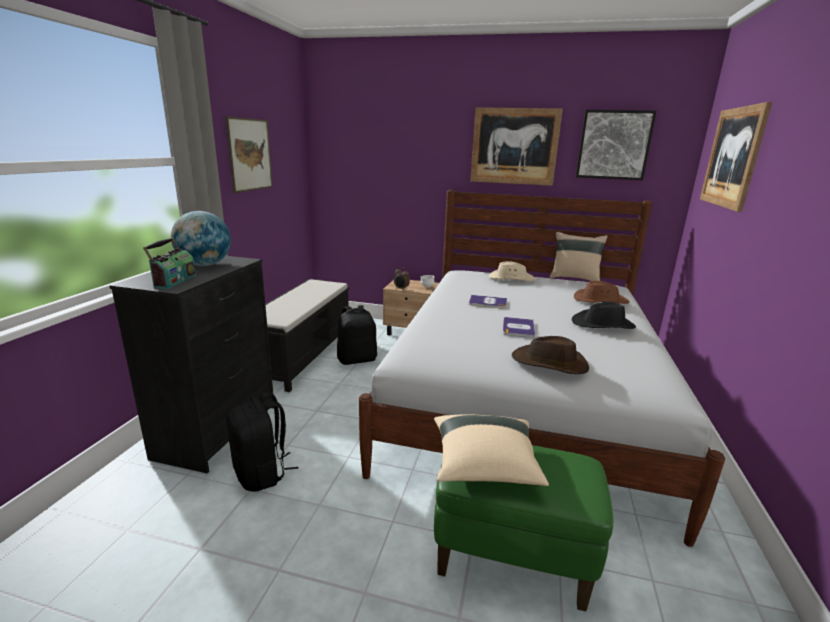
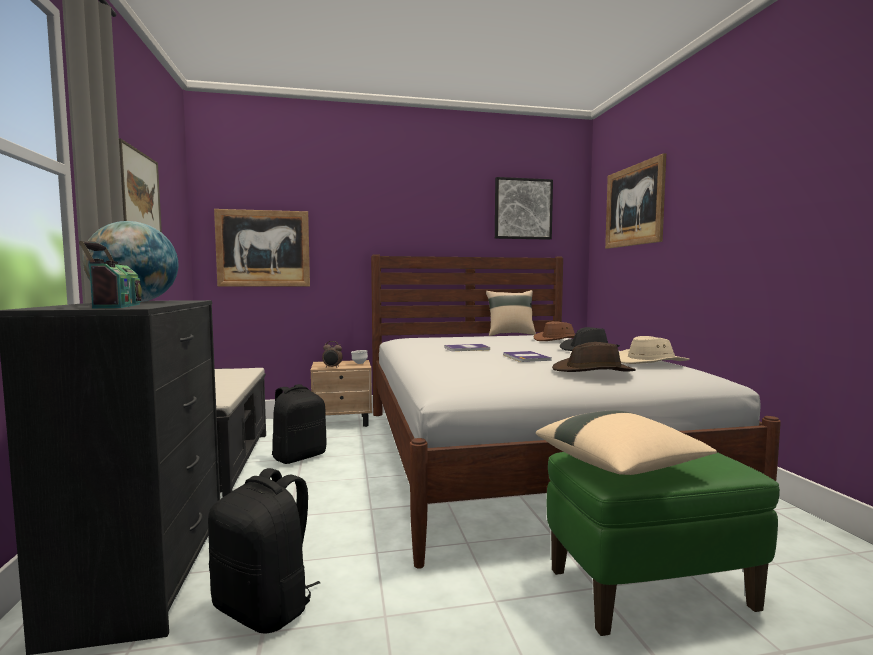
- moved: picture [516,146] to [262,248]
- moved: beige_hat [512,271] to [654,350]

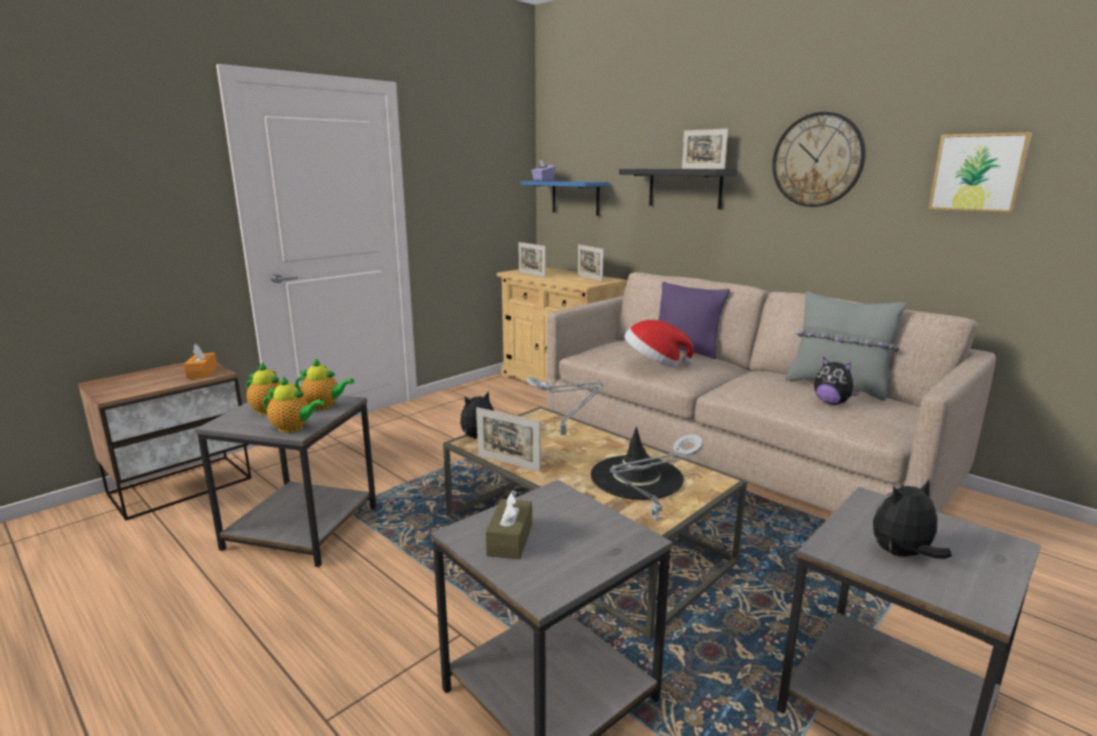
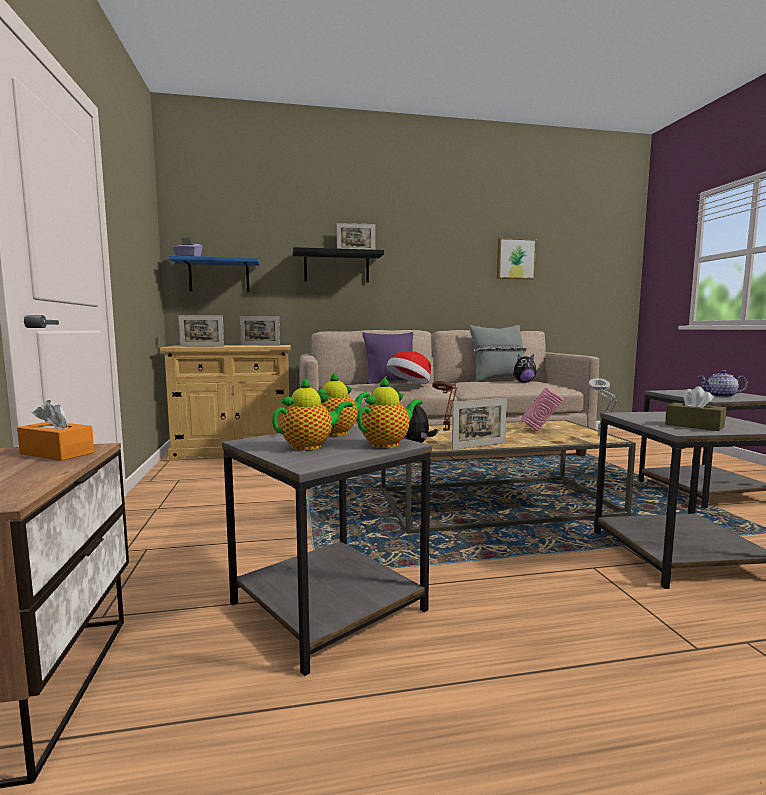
- removed: wall_clock [818,159]
- replaced: black_hat [637,463] to pink_vase [542,409]
- replaced: plush_toy [912,519] to teapot [722,384]
- recoloured: grey_table_lamp [565,406] to brown_table_lamp [444,406]

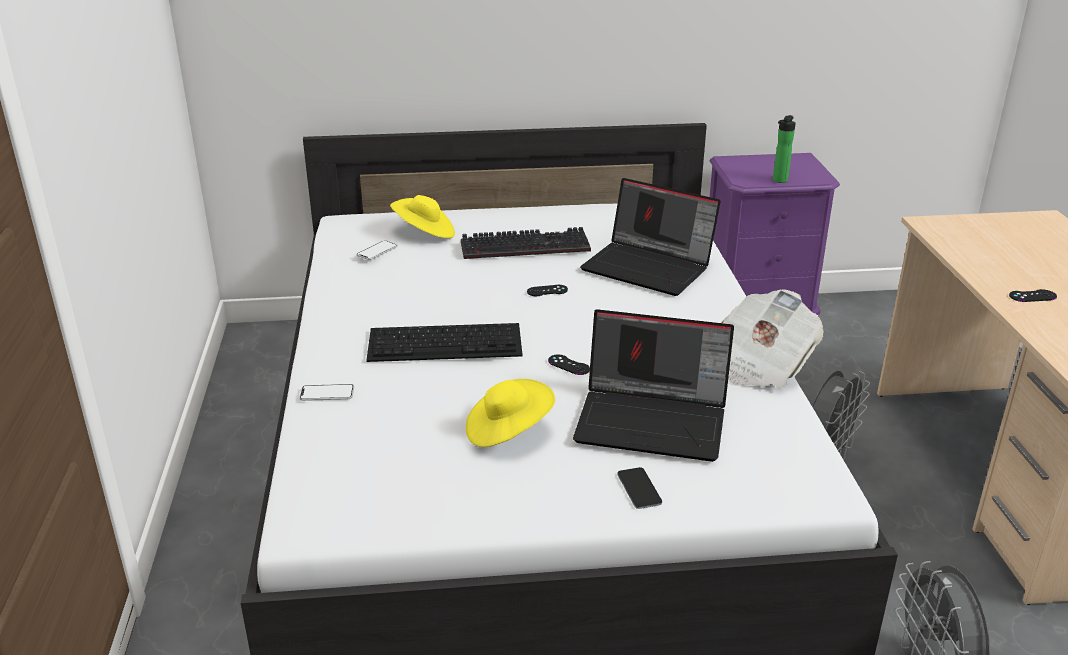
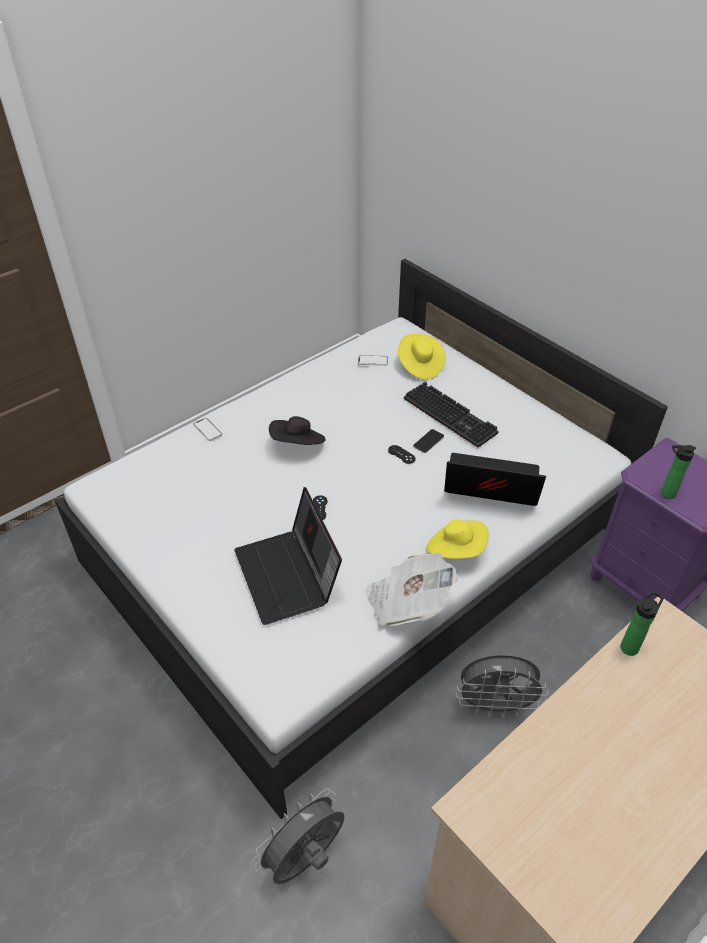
- removed: black_game_controller [1033,295]
- added: bottle [642,623]
- moved: yellow_hat [510,413] to [458,539]
- moved: phone [639,488] to [428,441]
- replaced: keyboard [444,342] to black_hat [297,430]
- turned: laptop [650,237] = [495,479] 105 degrees clockwise

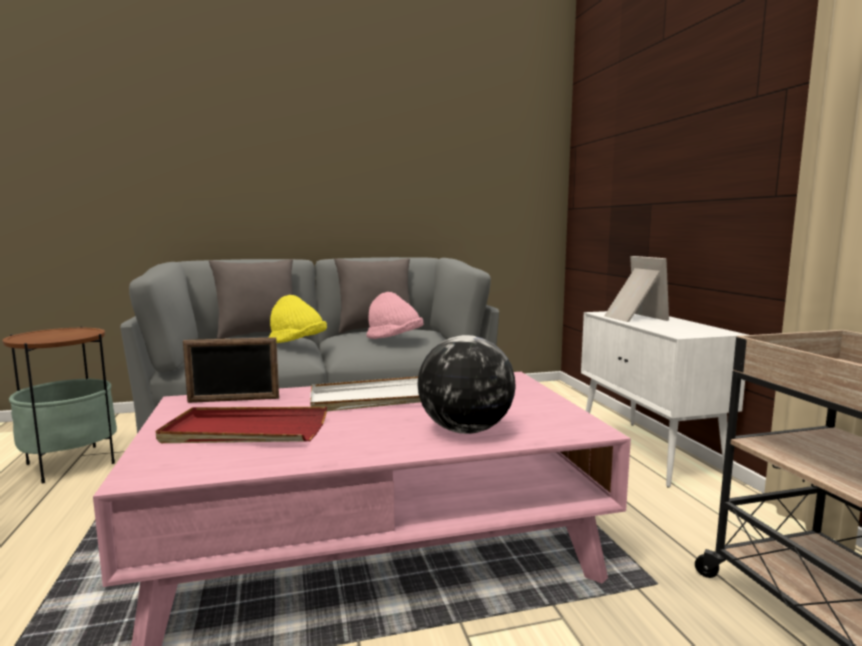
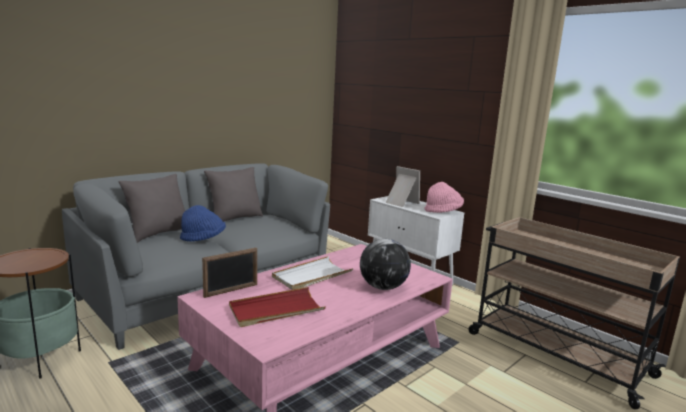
- moved: pink_hat [395,315] to [444,197]
- recoloured: yellow_hat [298,319] to blue_hat [203,223]

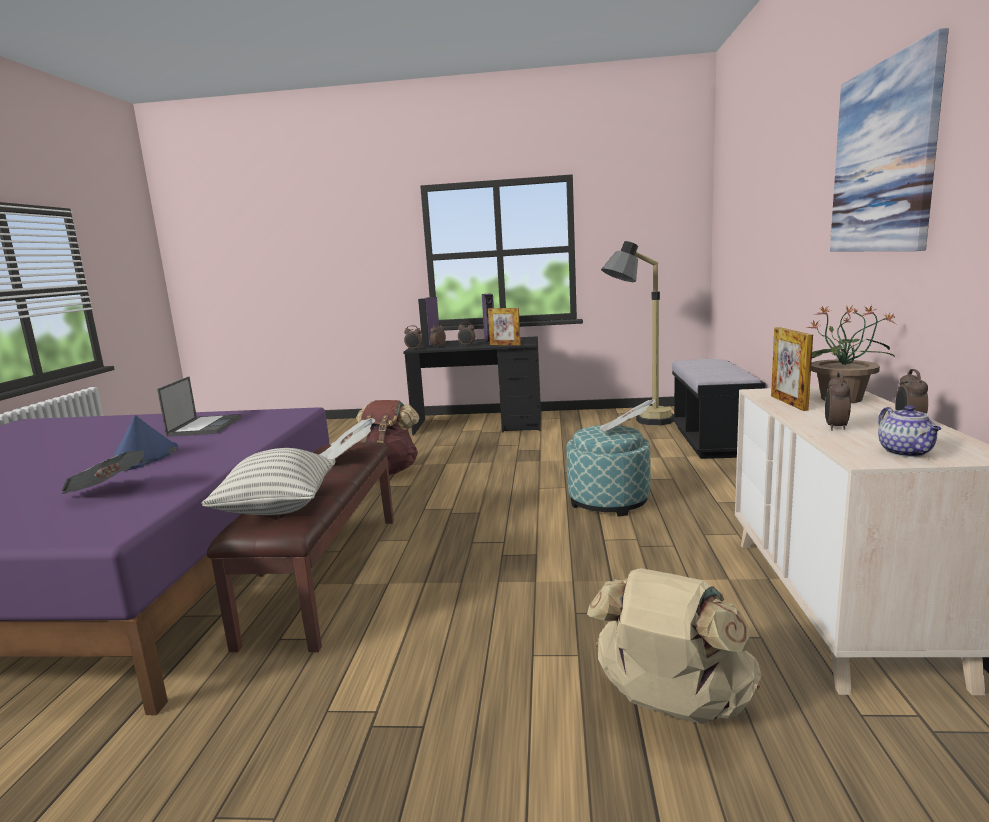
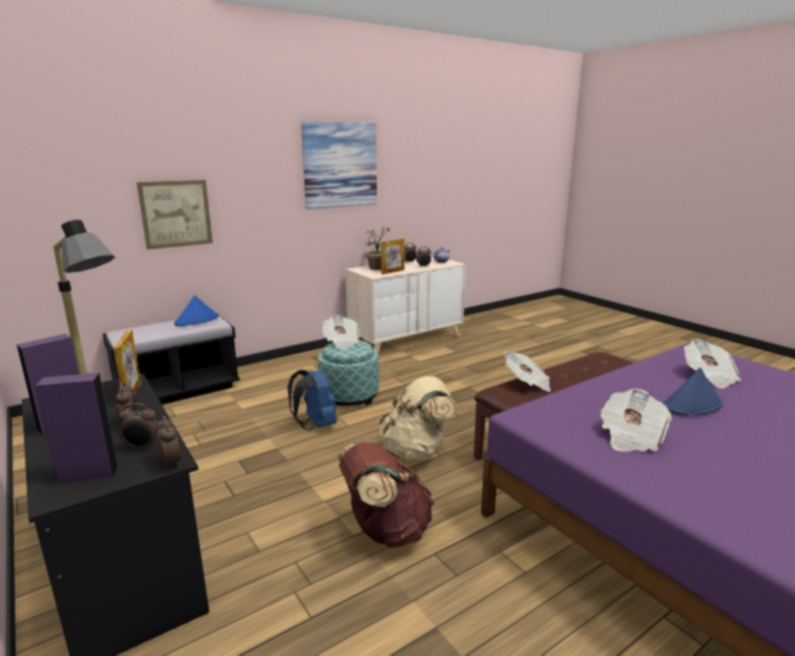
- removed: pillow [268,481]
- added: picture [175,215]
- added: blue_hat [196,310]
- added: blue_backpack [312,399]
- moved: beige_backpack [674,646] to [416,418]
- replaced: laptop [199,406] to newspaper [636,420]

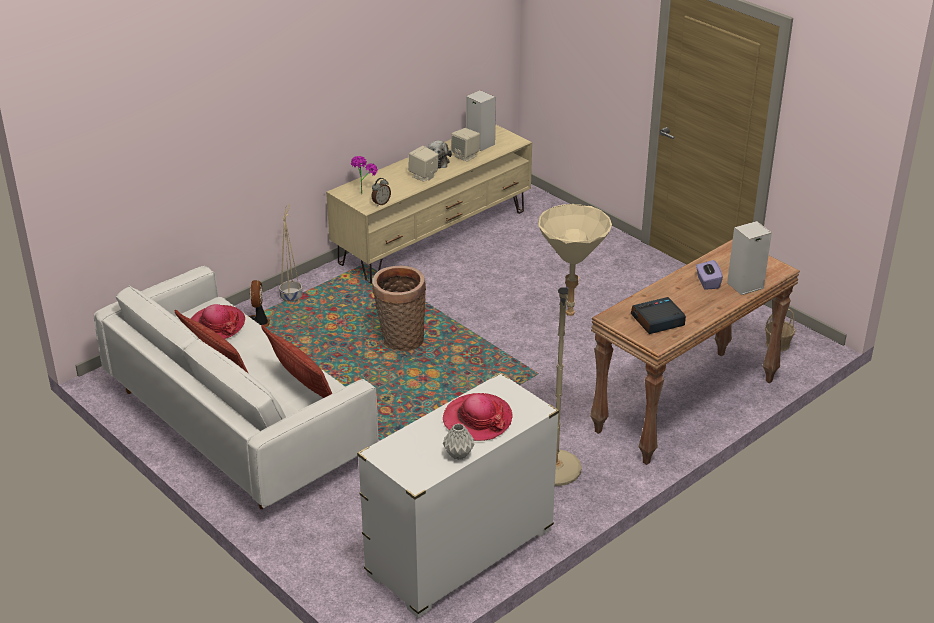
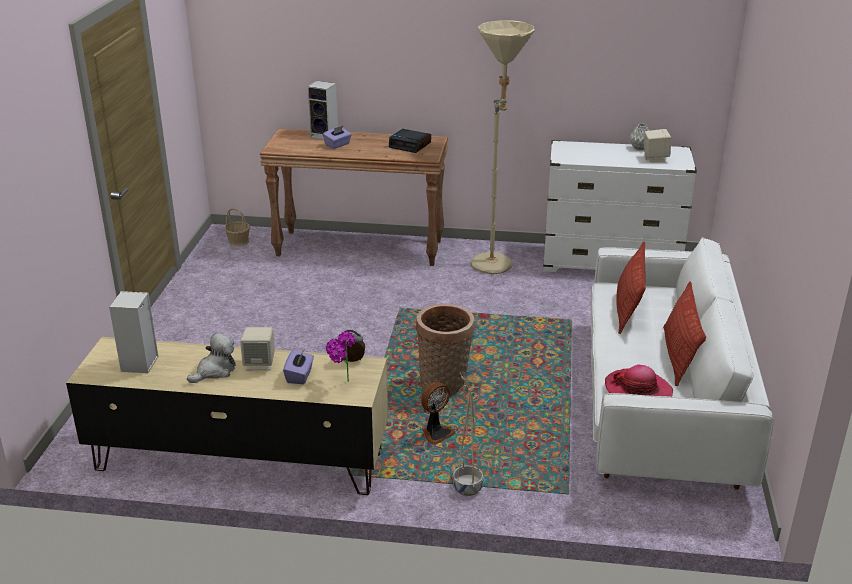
- removed: hat [478,417]
- added: purple_tissue_box [298,367]
- moved: fan [259,303] to [438,413]
- moved: beige_speaker [465,145] to [657,145]

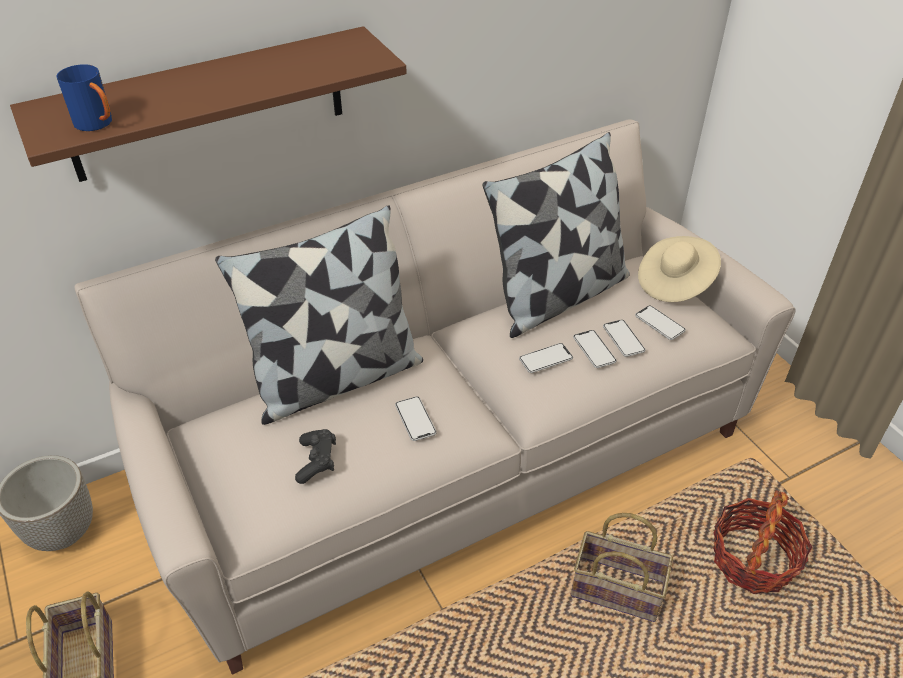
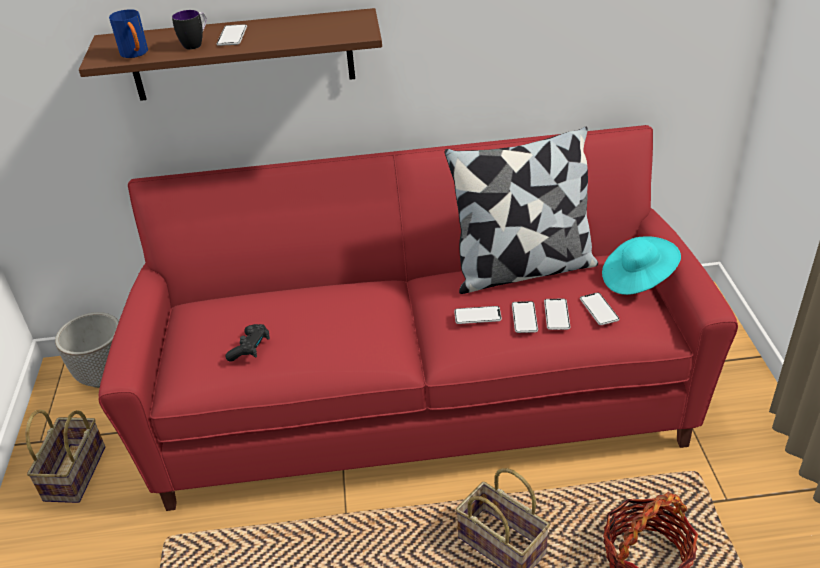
- removed: pillow [319,315]
- added: mug [189,30]
- moved: phone [416,418] to [232,35]
- recoloured: beige_sofa [435,397] to red_sofa [418,318]
- recoloured: beige_hat [679,269] to turquoise_hat [641,265]

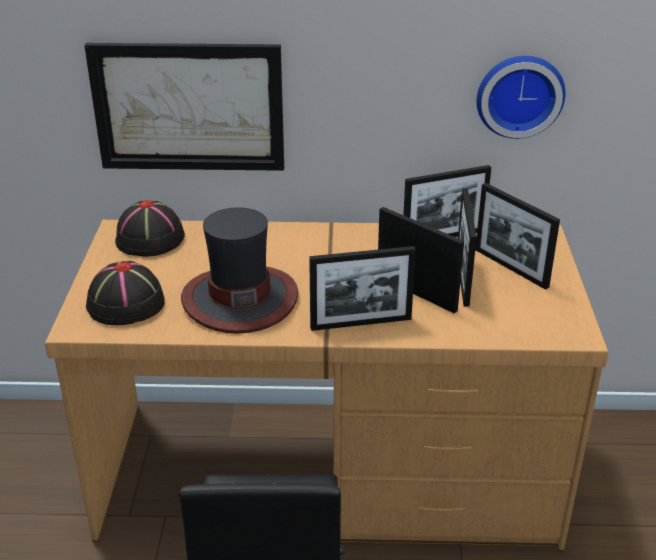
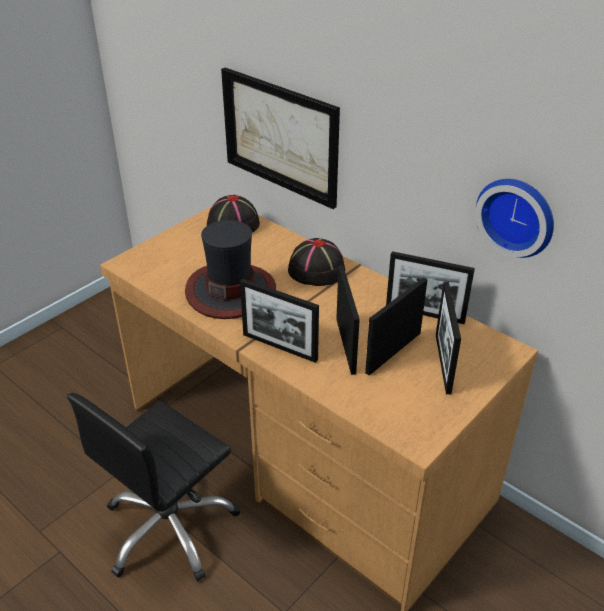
- moved: black_hat [125,293] to [316,262]

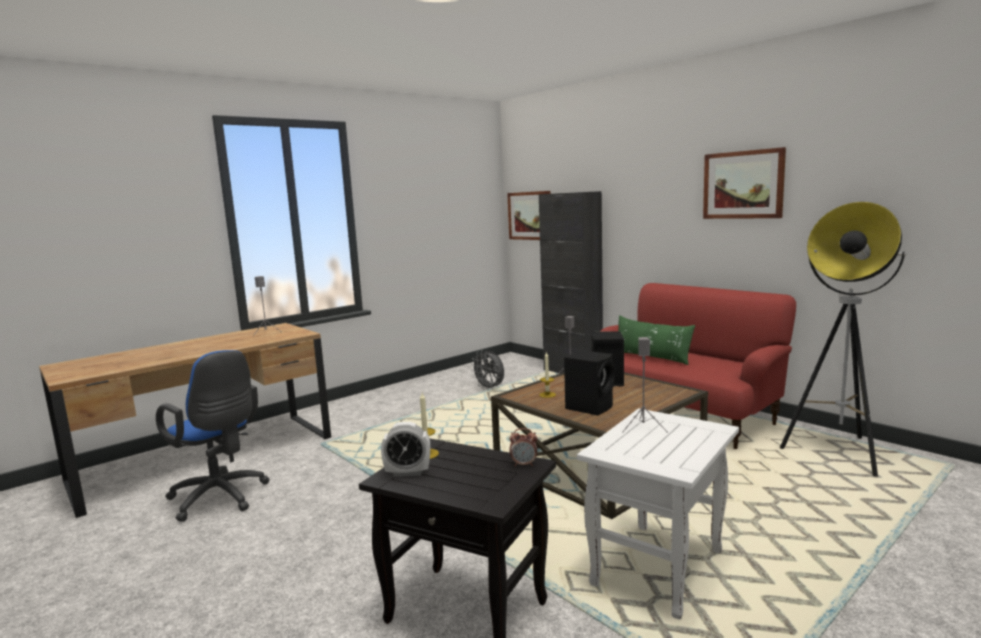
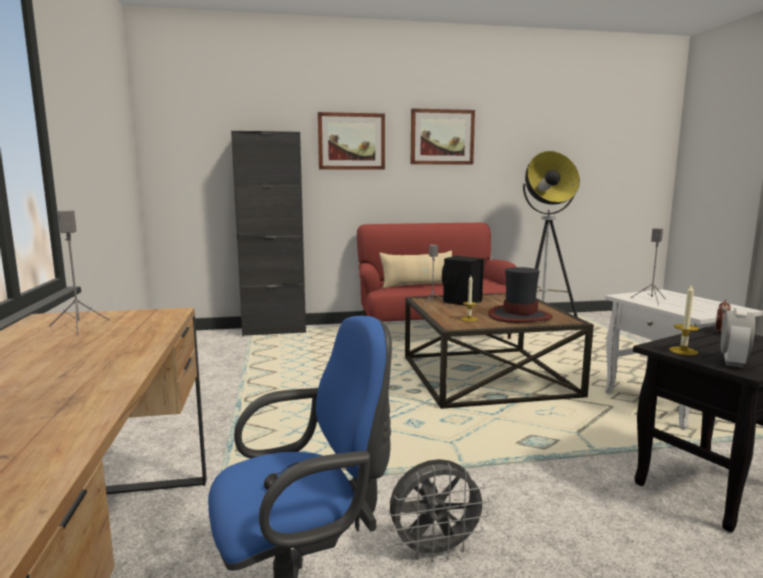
- moved: grey_fan [487,370] to [439,510]
- moved: picture [529,215] to [351,141]
- replaced: black_speaker [589,383] to hat [520,295]
- recoloured: green_pillow [656,340] to beige_pillow [415,269]

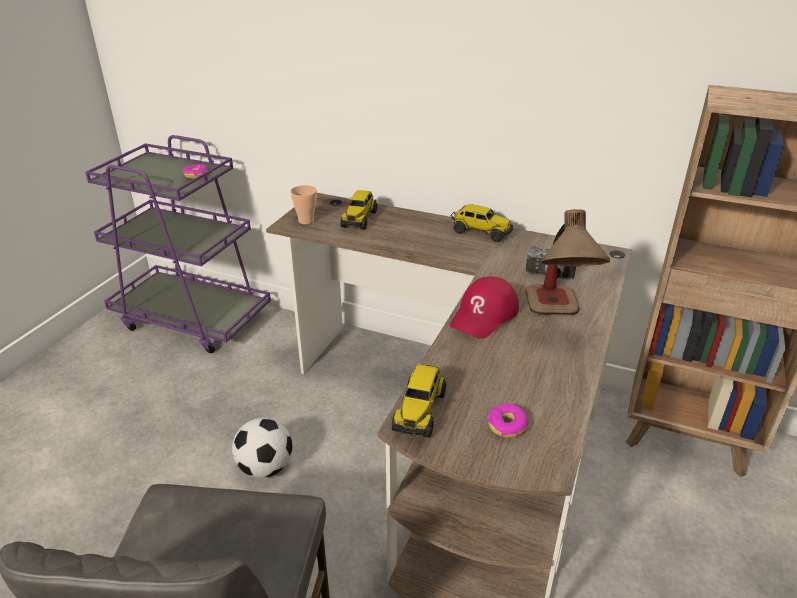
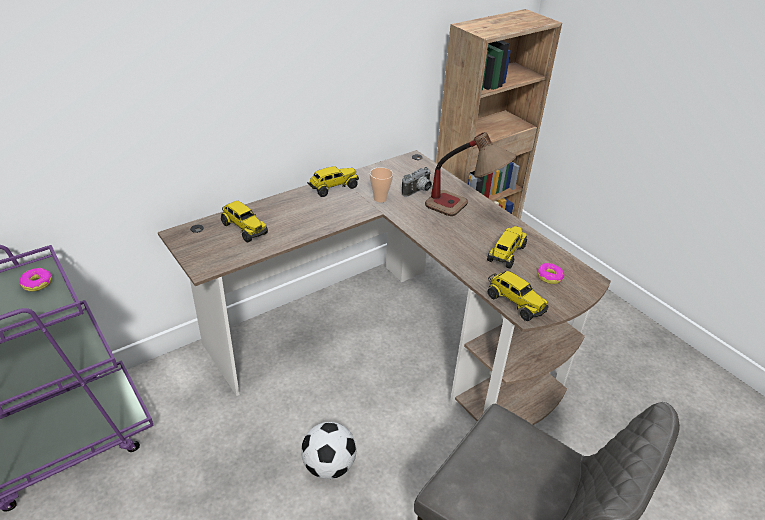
- removed: red_cap [484,307]
- added: toy_truck [507,247]
- moved: cup [303,204] to [381,184]

